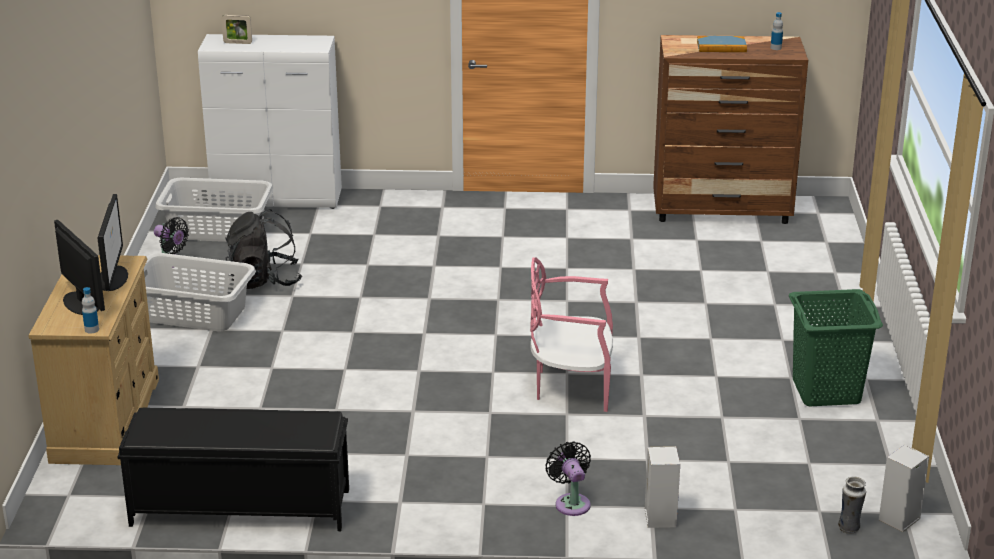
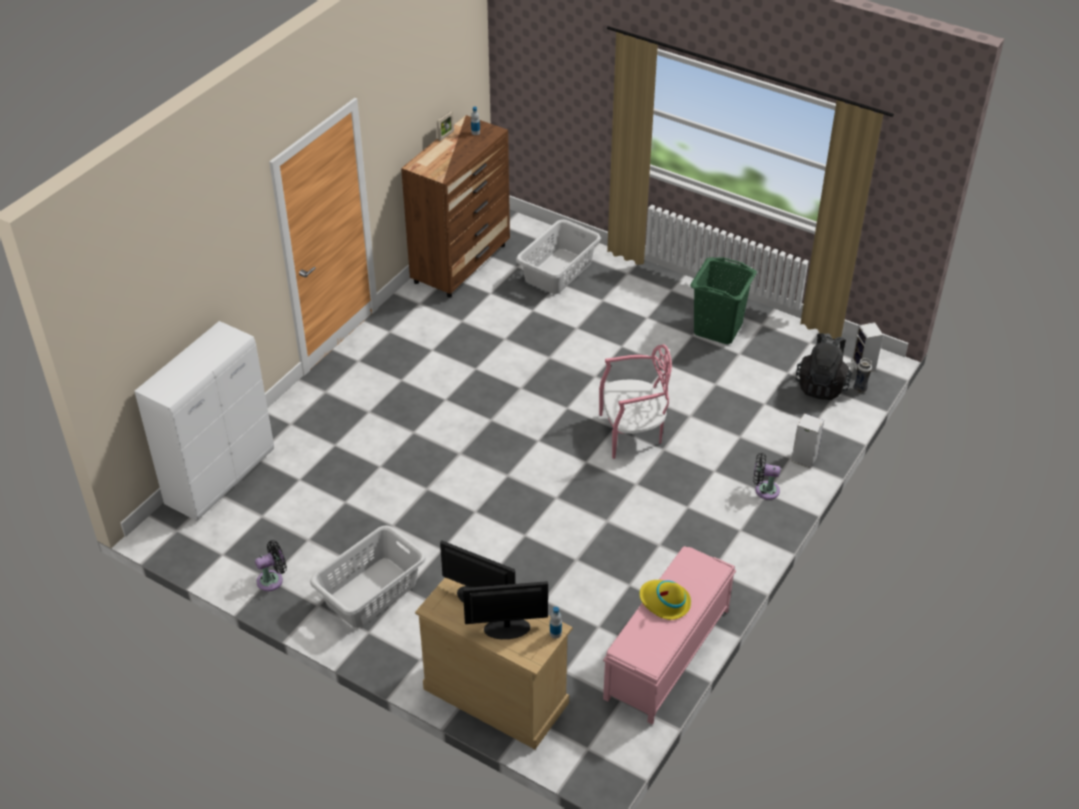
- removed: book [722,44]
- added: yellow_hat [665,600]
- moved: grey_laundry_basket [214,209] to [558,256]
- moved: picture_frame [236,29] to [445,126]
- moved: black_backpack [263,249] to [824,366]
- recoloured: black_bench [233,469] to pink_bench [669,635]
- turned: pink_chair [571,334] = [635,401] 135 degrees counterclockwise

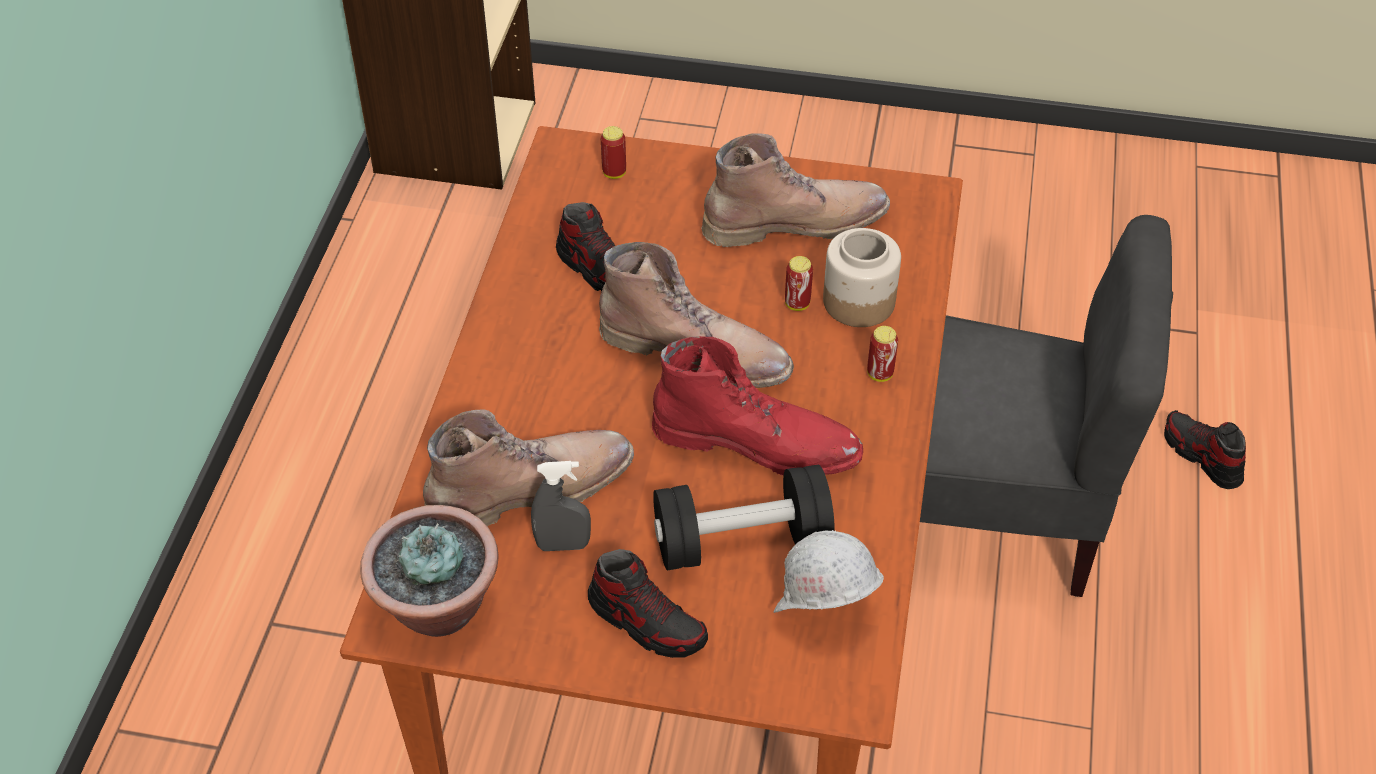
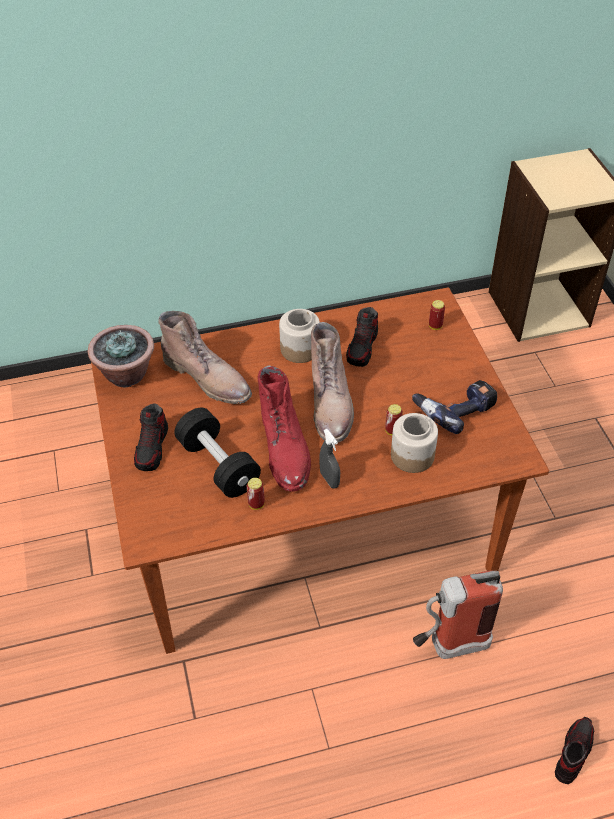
- removed: white_hard_hat [804,574]
- added: jar [299,336]
- moved: grey_spray_bottle [561,506] to [329,459]
- moved: can [882,354] to [256,494]
- replaced: brown_boot [795,190] to power_drill [454,407]
- replaced: grey_chair [1046,406] to fire_extinguisher [458,614]

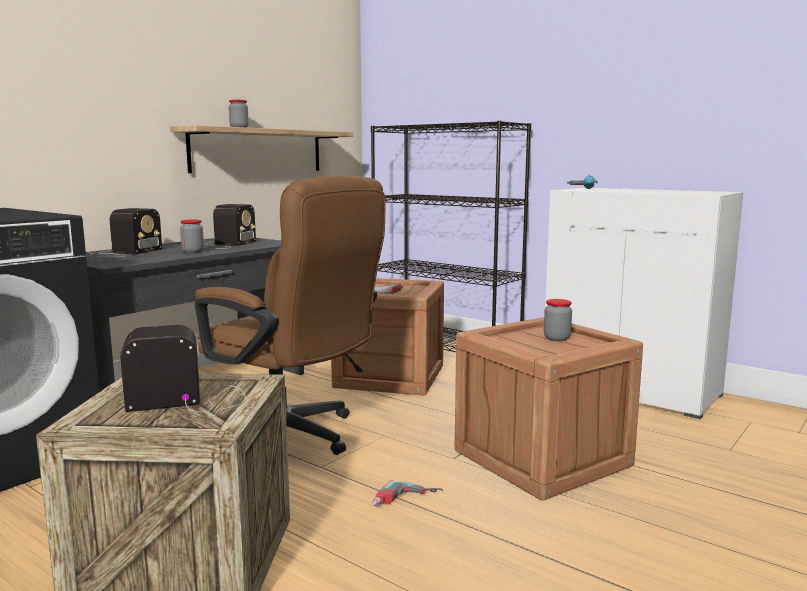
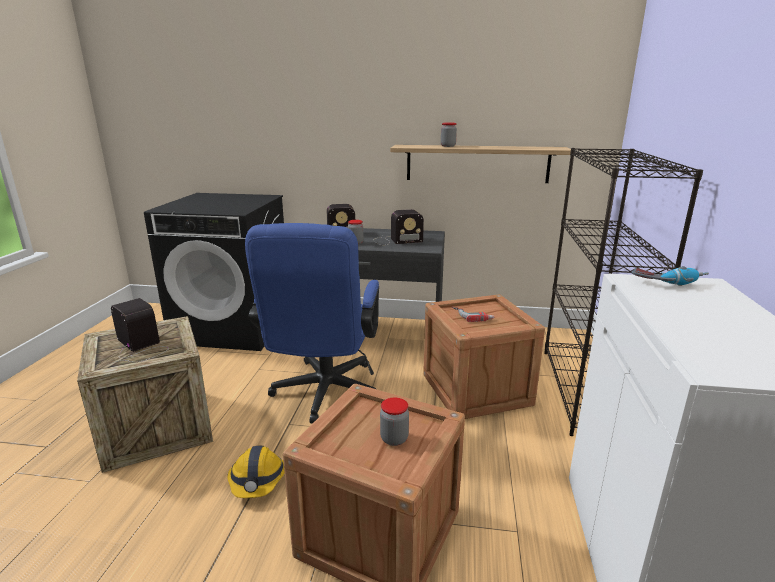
- replaced: power_drill [408,493] to hard_hat [256,471]
- recoloured: brown_office_chair [290,315] to blue_office_chair [312,323]

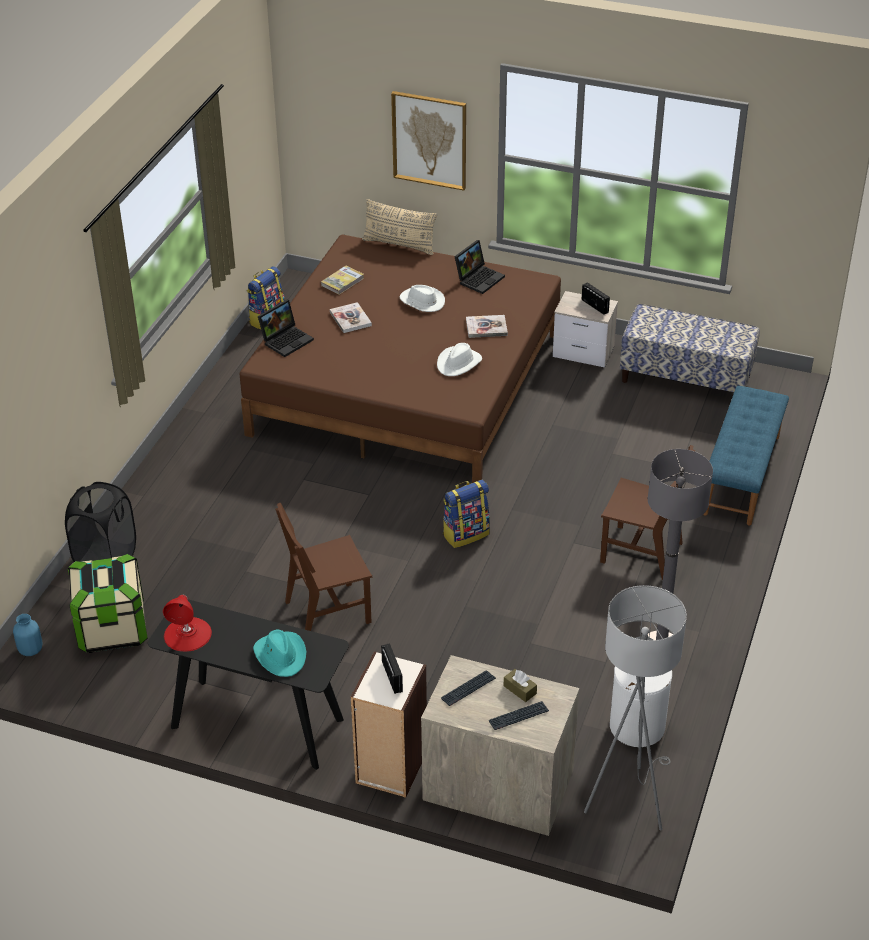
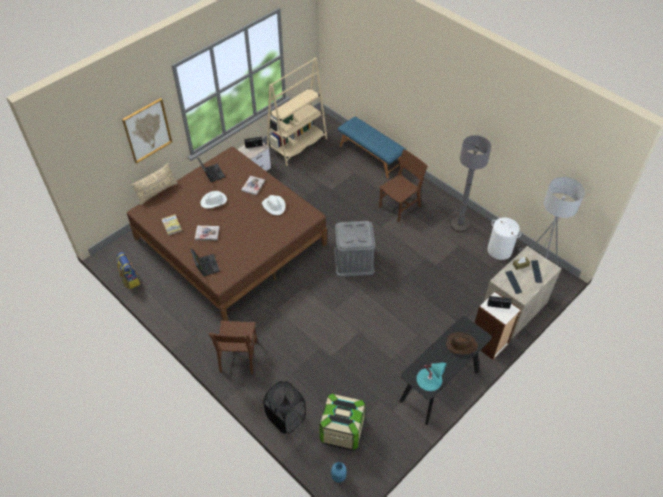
- moved: brown_chair [323,566] to [233,347]
- replaced: backpack [466,514] to grey_storage_box [354,249]
- replaced: bench [690,348] to beige_bookcase [297,111]
- recoloured: red_table_lamp [187,623] to turquoise_table_lamp [431,377]
- recoloured: turquoise_hat [280,653] to brown_hat [462,343]

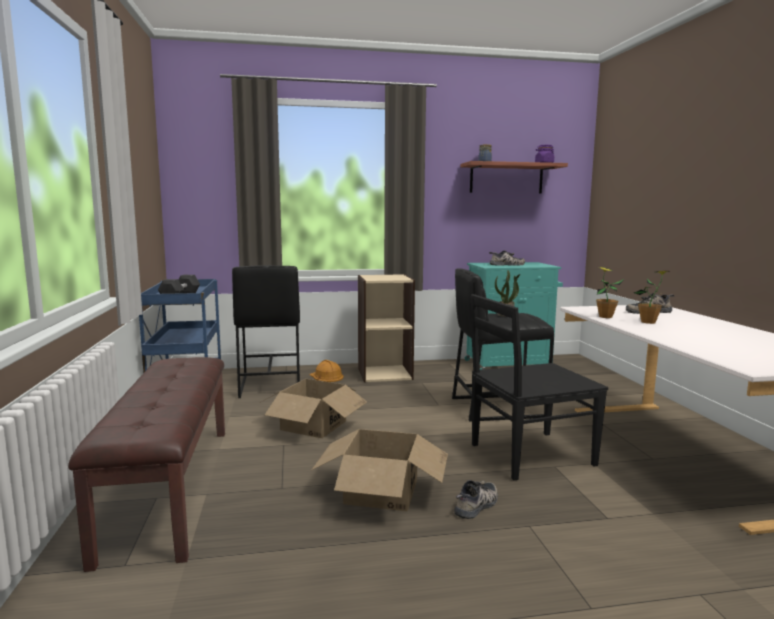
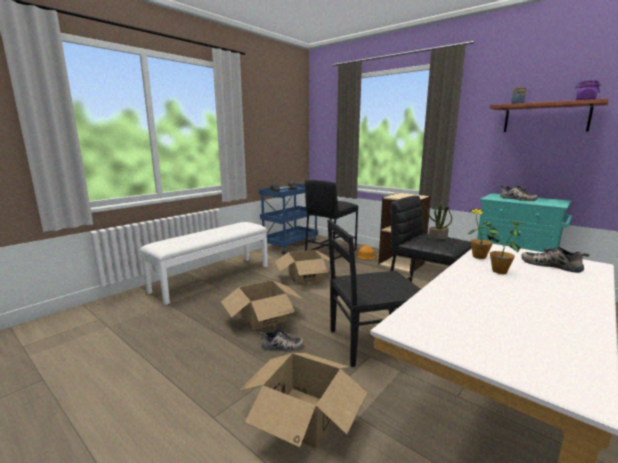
- added: cardboard_box [303,400]
- recoloured: brown_bench [146,464] to white_bench [204,263]
- turned: black_chair [539,387] = [374,293] 45 degrees counterclockwise

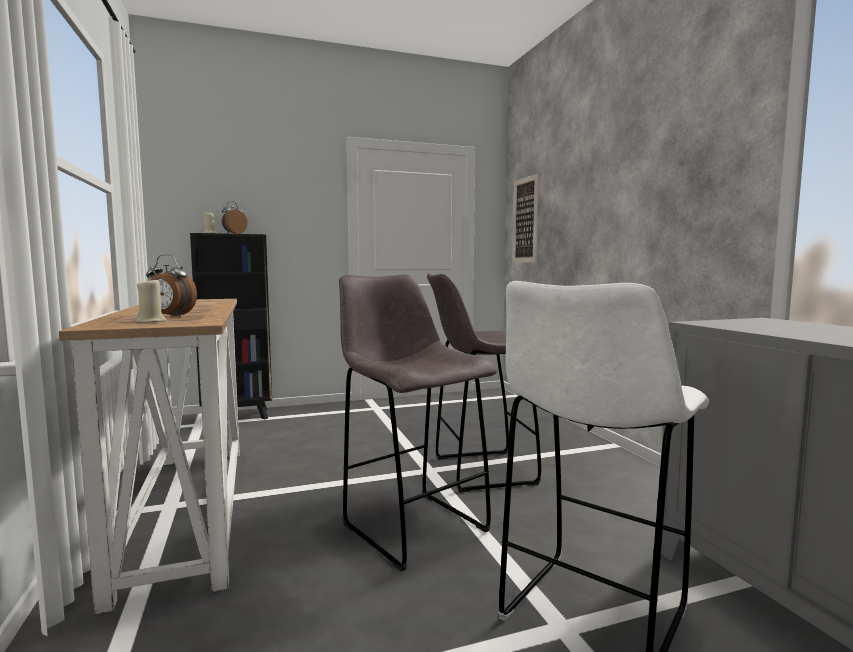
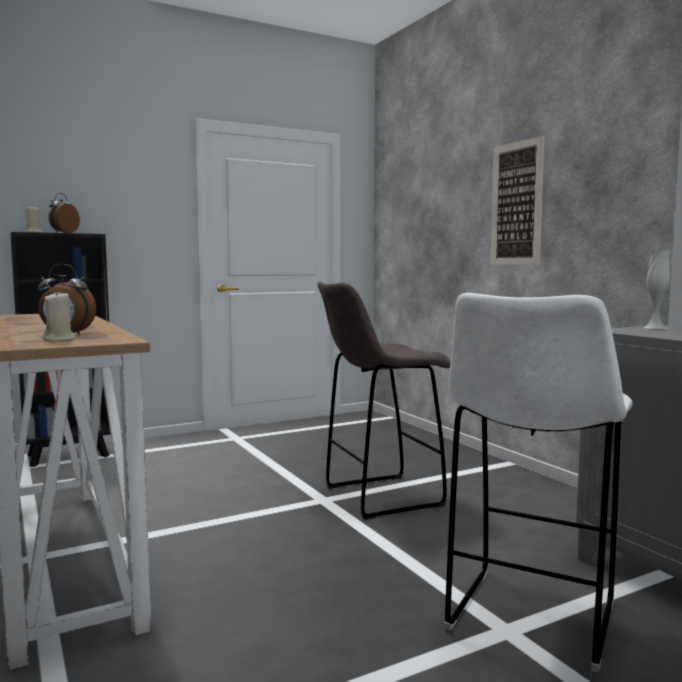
- removed: grey_stool [418,422]
- added: white_vase [657,289]
- moved: picture [525,218] to [517,200]

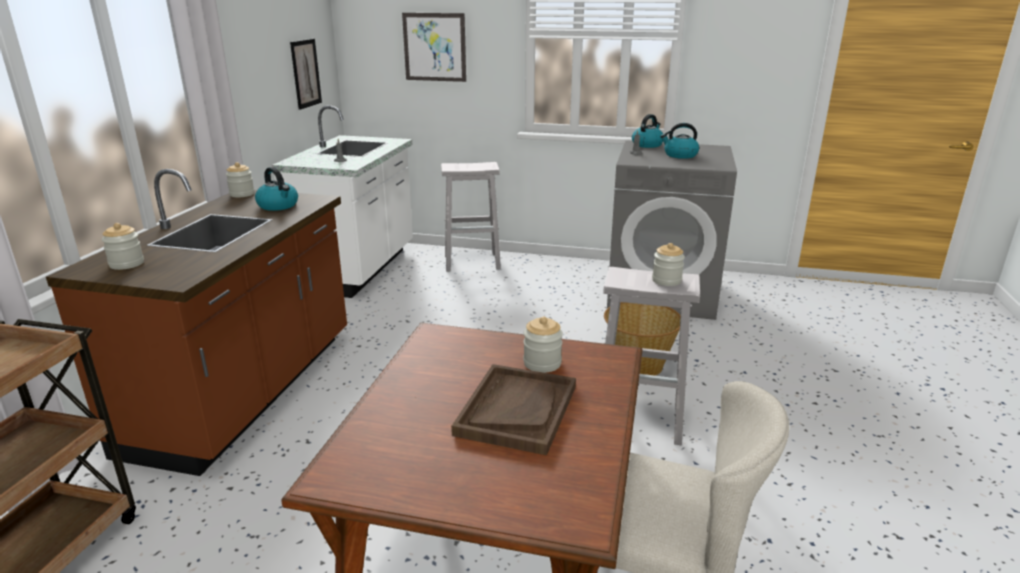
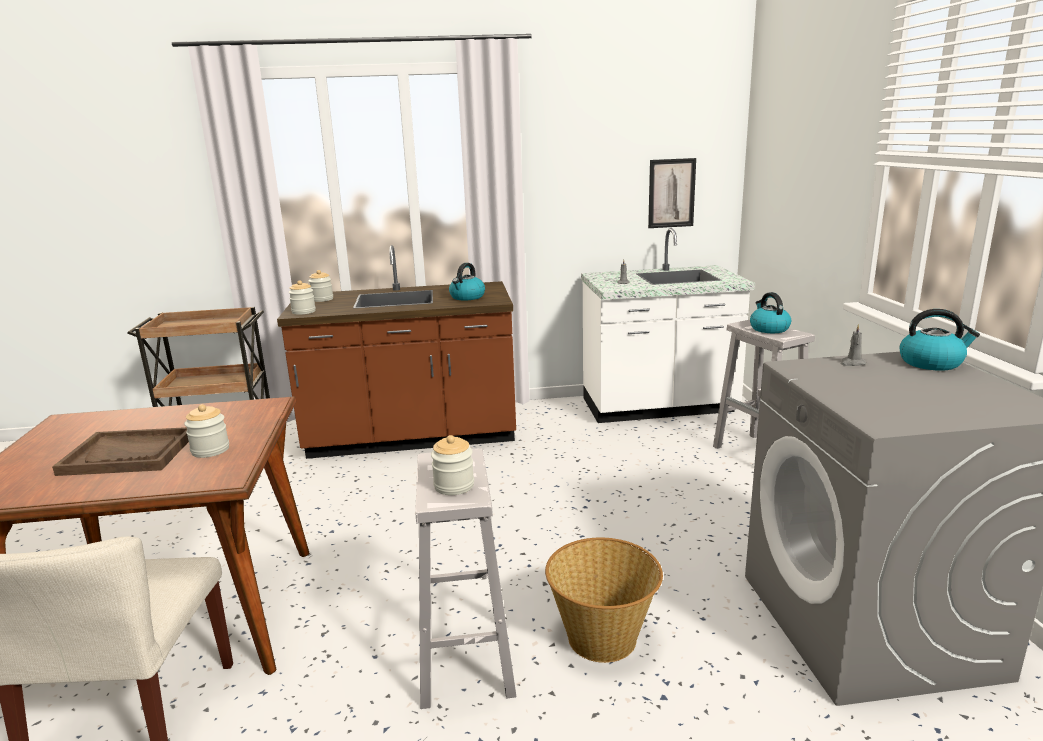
- removed: picture [434,47]
- moved: jar [240,179] to [302,297]
- moved: kettle [679,141] to [770,312]

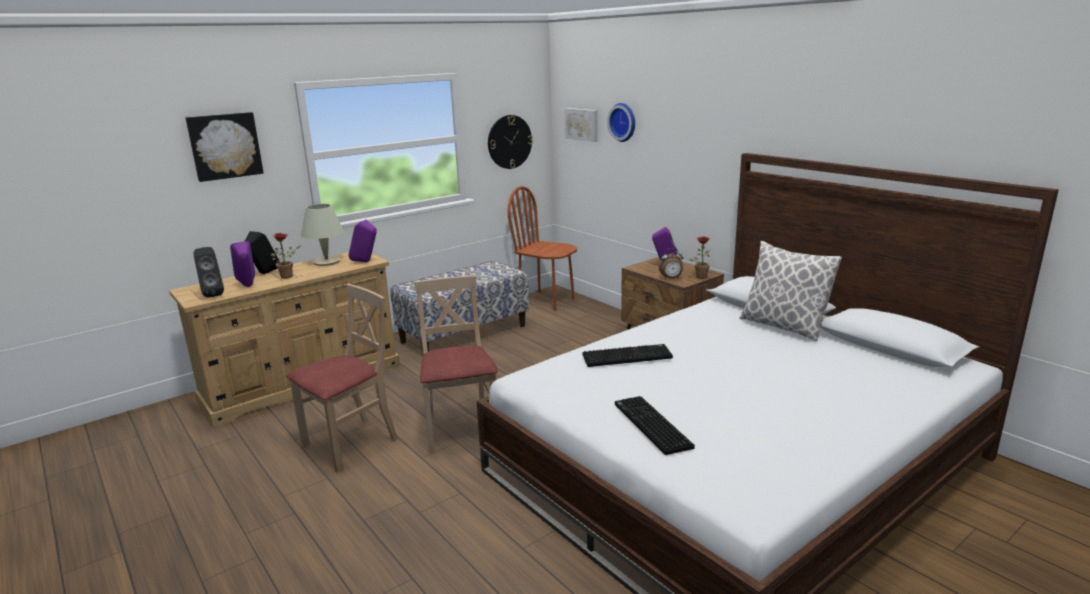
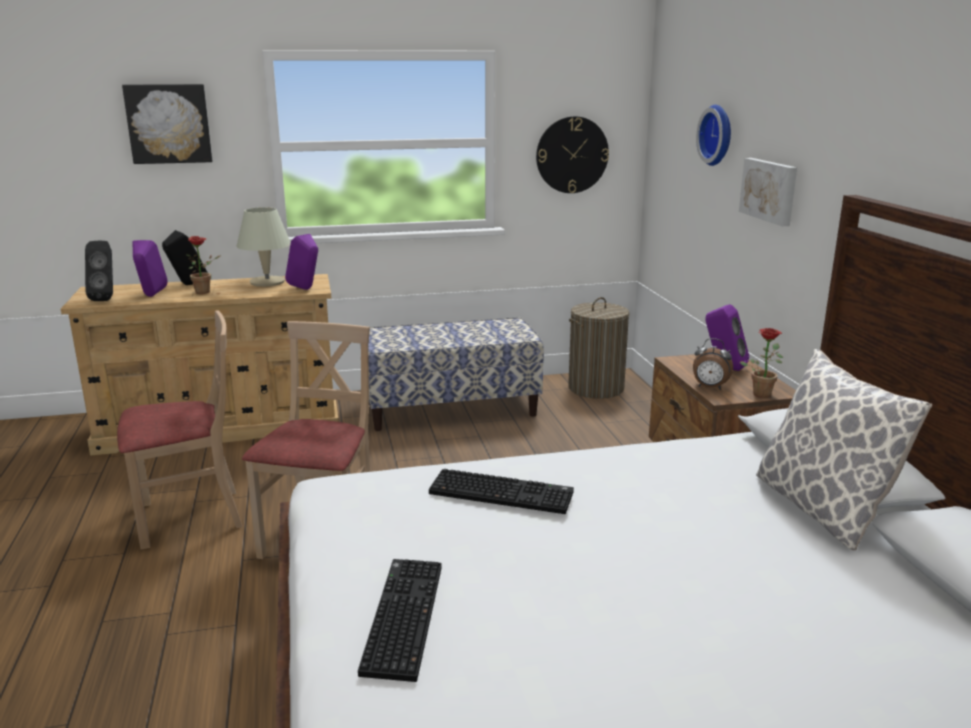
- moved: picture [581,125] to [768,192]
- replaced: brown_chair [542,248] to laundry_basket [598,348]

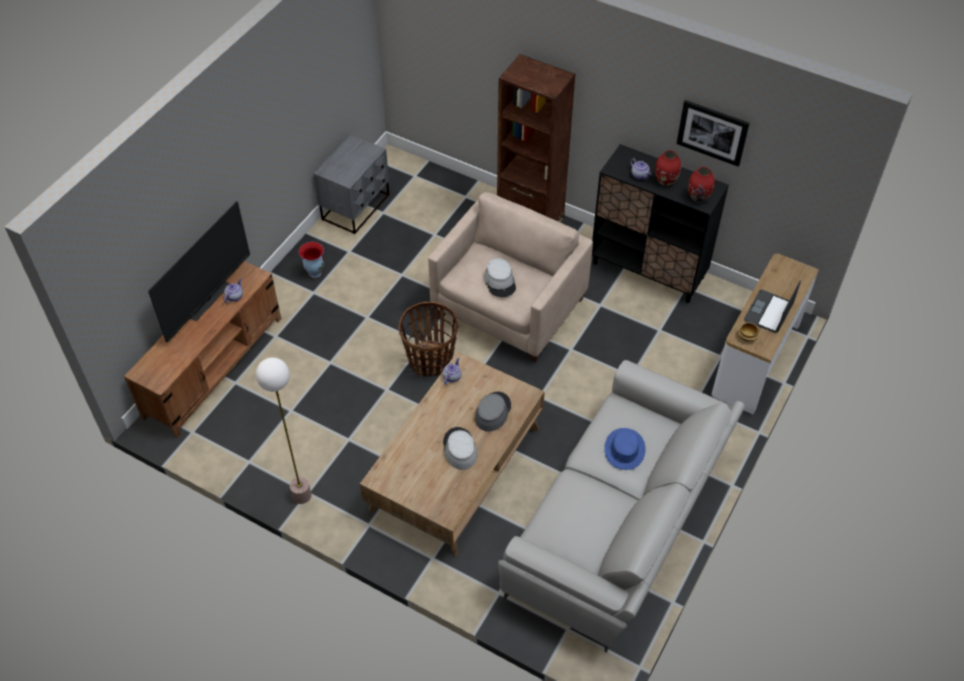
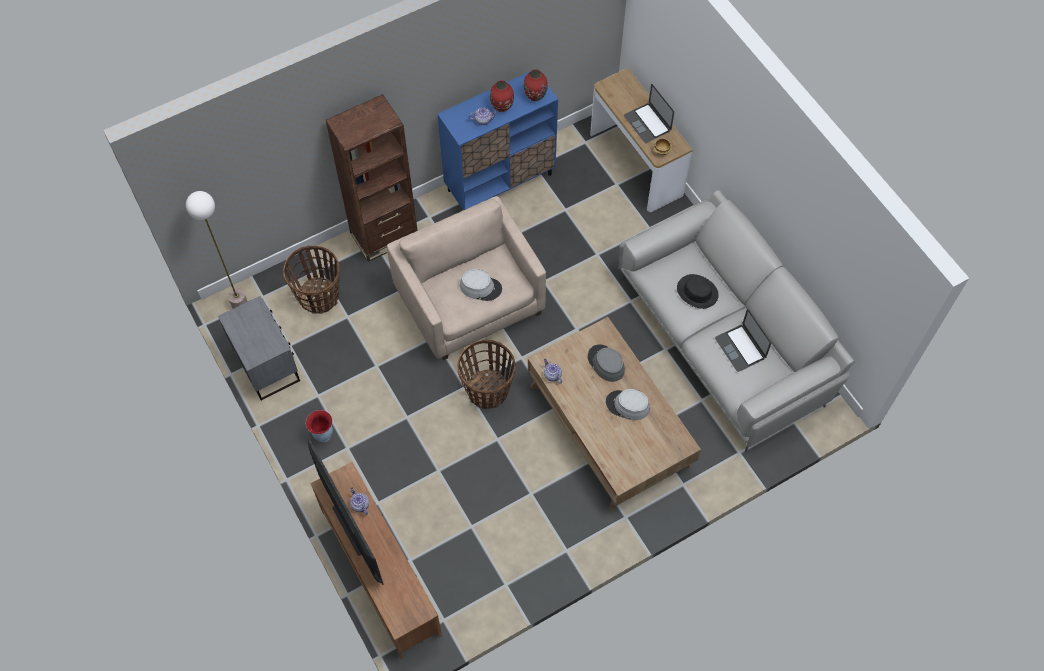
- removed: picture [713,133]
- added: basket [311,279]
- added: laptop [743,340]
- moved: floor_lamp [283,431] to [217,250]
- recoloured: black_cabinet [660,223] to blue_cabinet [497,140]
- recoloured: blue_hat [624,449] to black_hat [698,291]

